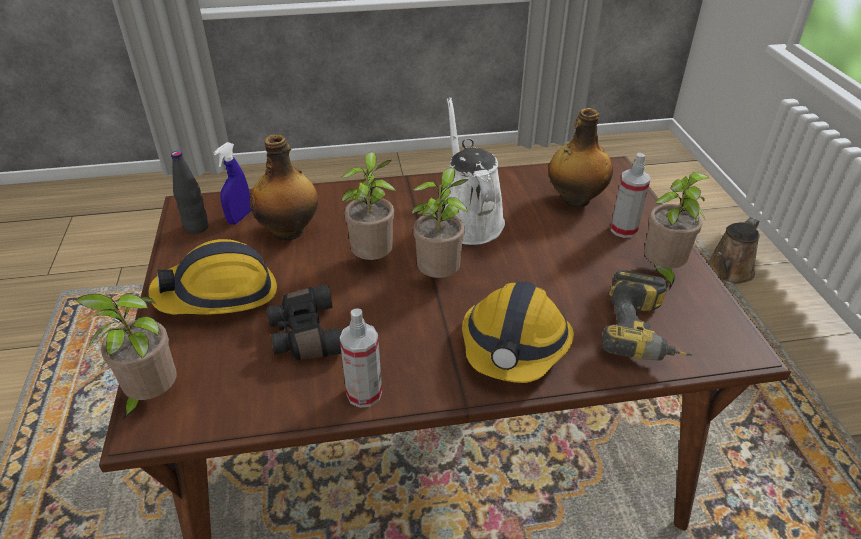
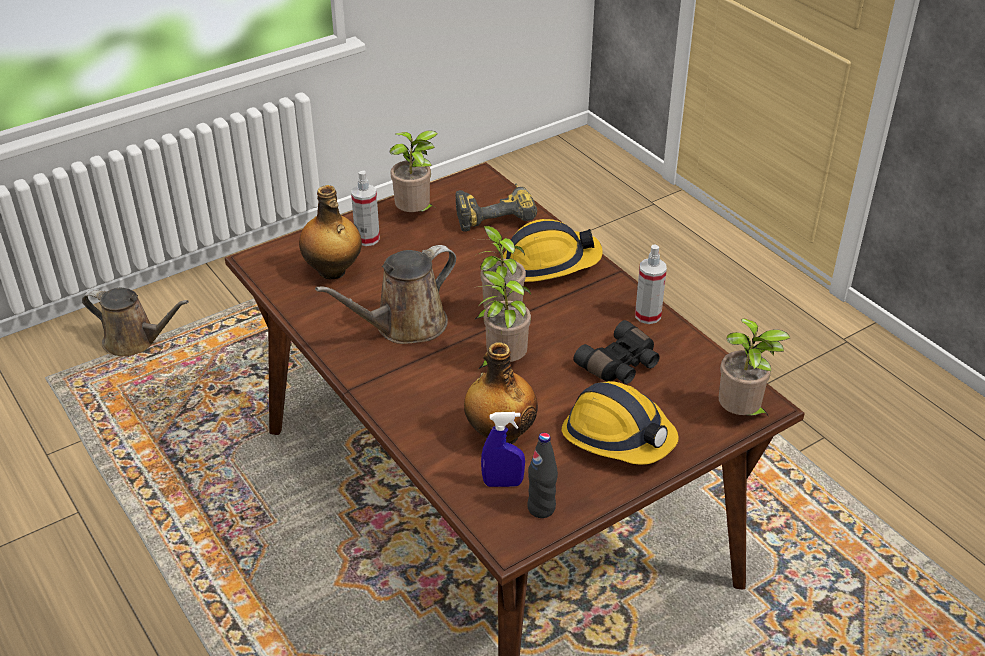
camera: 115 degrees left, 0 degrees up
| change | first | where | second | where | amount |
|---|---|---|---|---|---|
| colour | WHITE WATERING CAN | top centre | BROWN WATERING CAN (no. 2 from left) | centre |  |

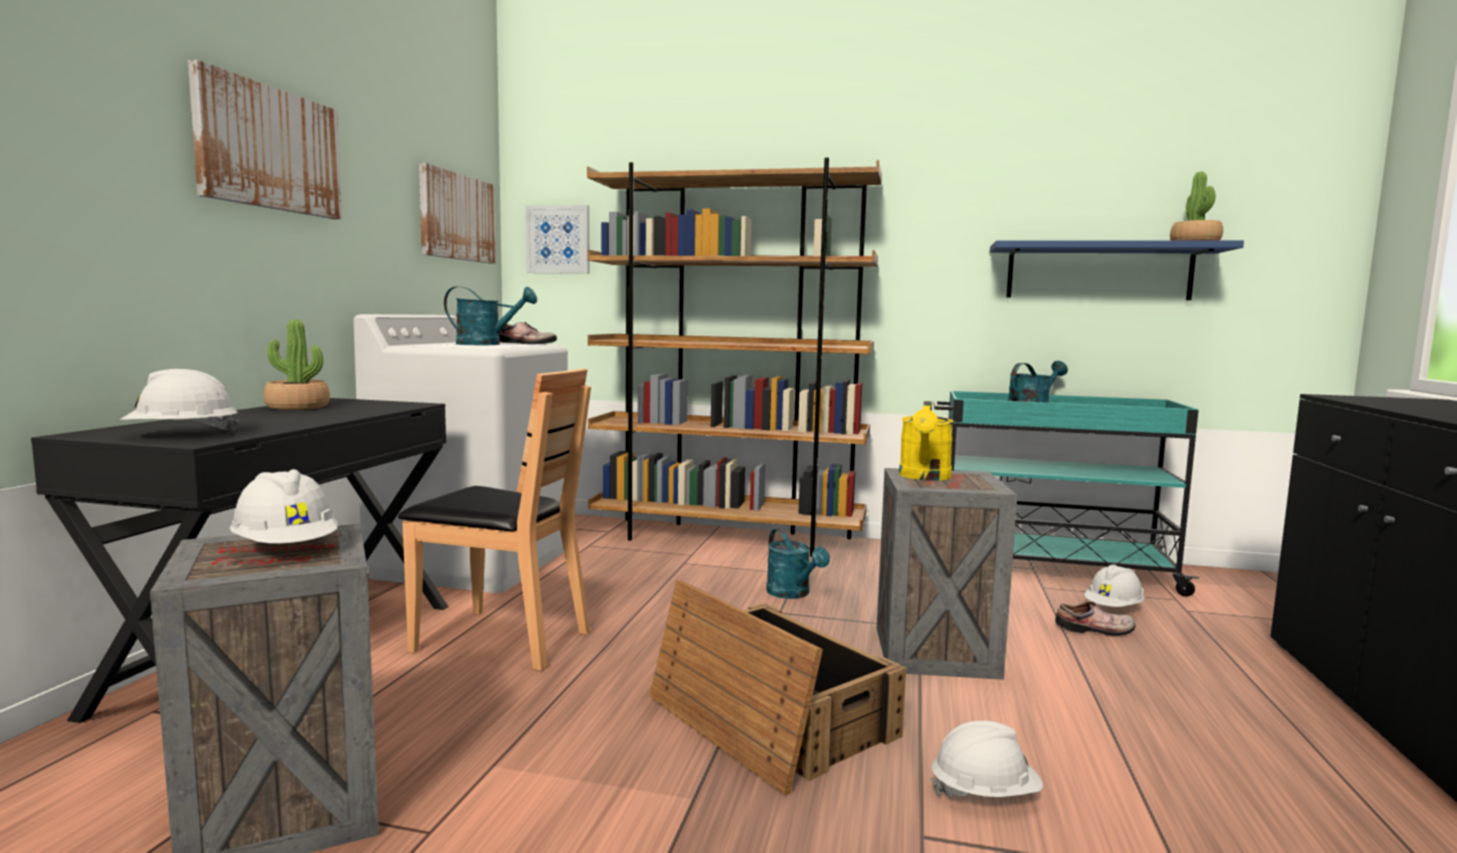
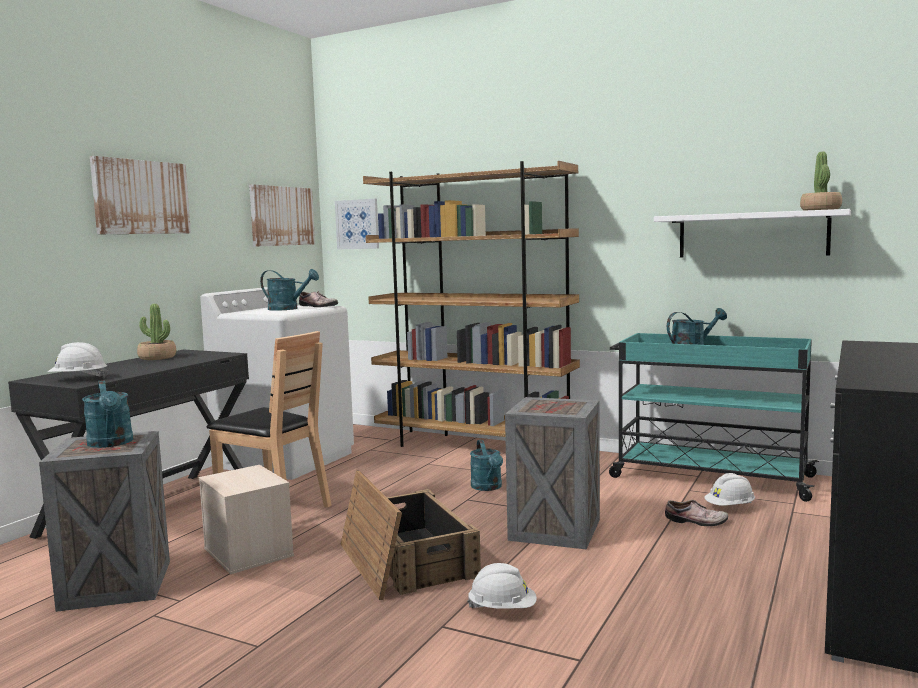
camera: 15 degrees right, 0 degrees up
| change | first | where | second | where | amount |
|---|---|---|---|---|---|
| missing | YELLOW WATERING CAN | centre |  |  |  |
| appeared |  |  | BEIGE STORAGE BOX | bottom left |  |
| exchanged | WHITE HARD HAT (no. 2 from left) | middle left | TURQUOISE WATERING CAN (no. 1 from left) | middle left |  |
| colour | BLUE SHELF | top right | WHITE SHELF | middle right |  |

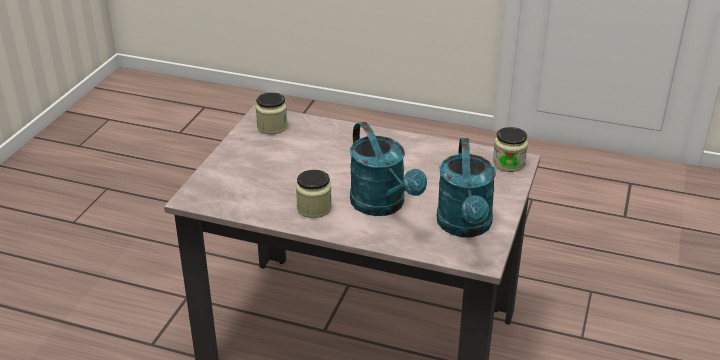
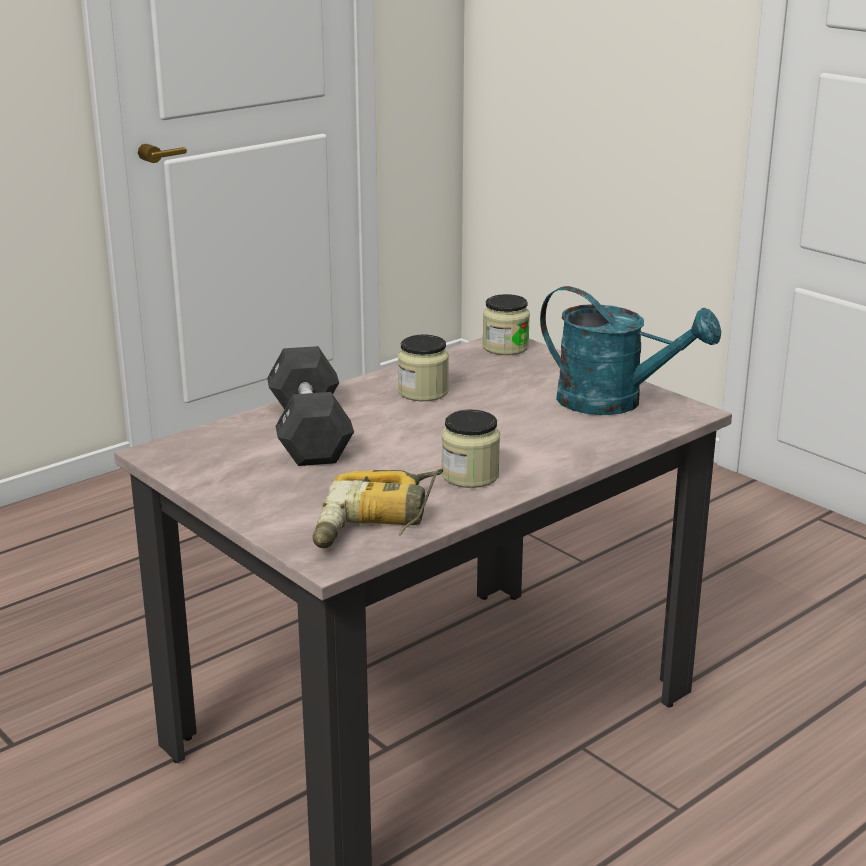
camera: 60 degrees left, 10 degrees down
| change | first | where | second | where | amount |
|---|---|---|---|---|---|
| missing | TURQUOISE WATERING CAN (no. 1 from left) | centre |  |  |  |
| appeared |  |  | BLACK DUMBBELL | centre |  |
| appeared |  |  | POWER DRILL | centre |  |
| relocated | JAR (no. 1 from left) | top centre |  | centre |  |

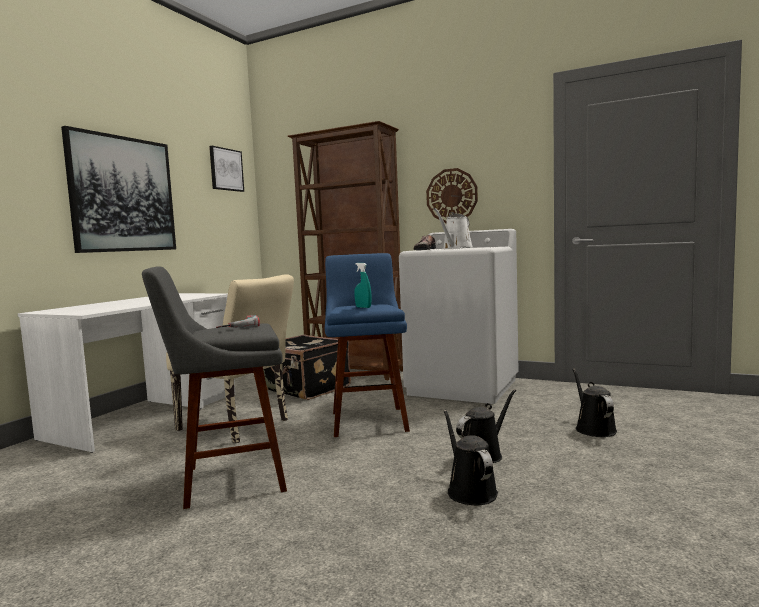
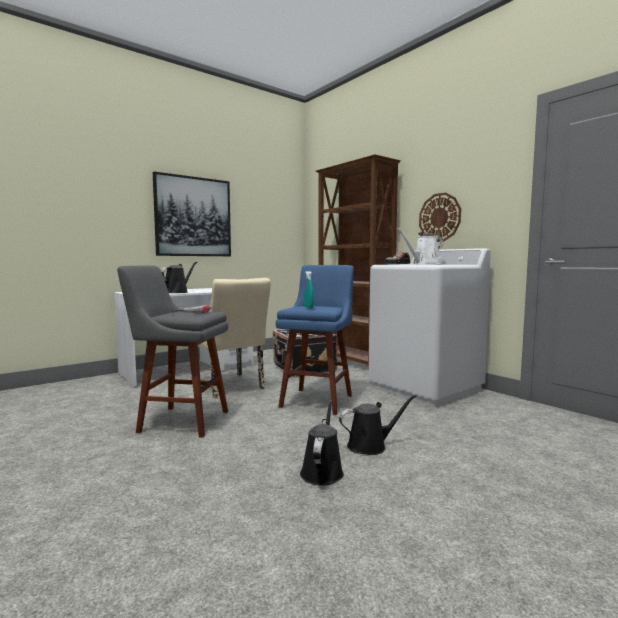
camera: 25 degrees right, 0 degrees up
| change | first | where | second | where | amount |
|---|---|---|---|---|---|
| missing | PICTURE (no. 2 from left) | top left |  |  |  |
| relocated | BLACK WATERING CAN (no. 3 from left in the first image) | middle right | BLACK WATERING CAN (no. 1 from left) | middle left |  |

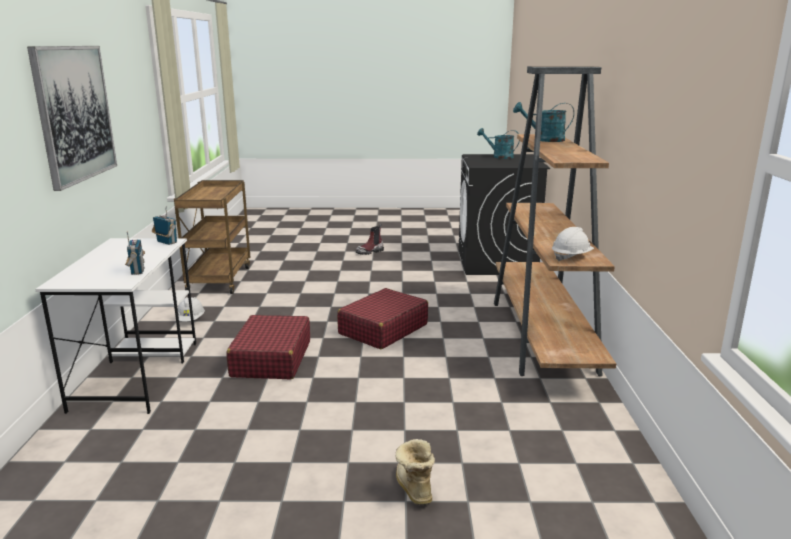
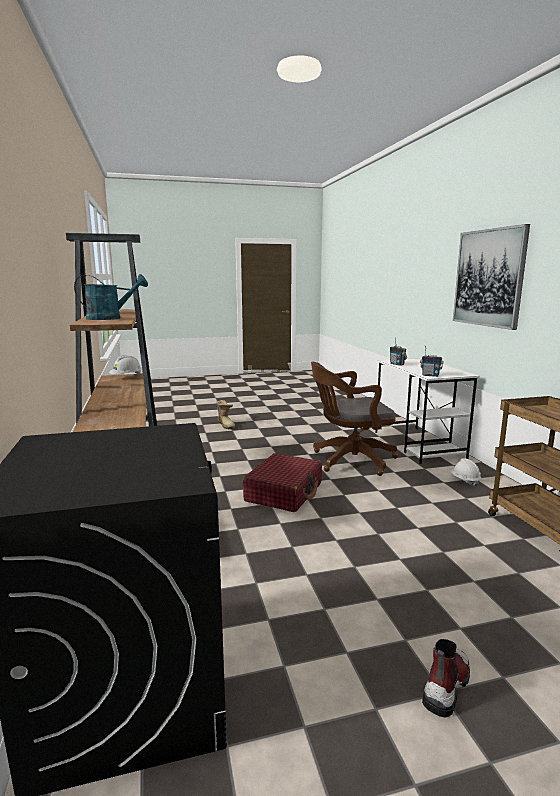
camera: 165 degrees right, 5 degrees down
| change | first | where | second | where | amount |
|---|---|---|---|---|---|
| missing | TURQUOISE WATERING CAN (no. 1 from left) | top centre |  |  |  |
| exchanged | RED SUITCASE (no. 1 from left) | centre | BROWN OFFICE CHAIR | centre |  |

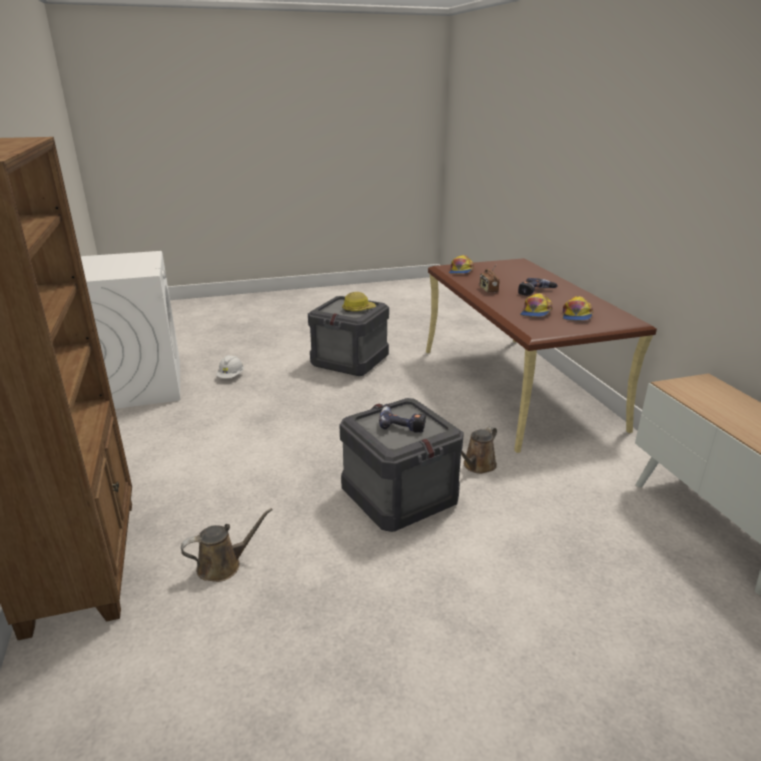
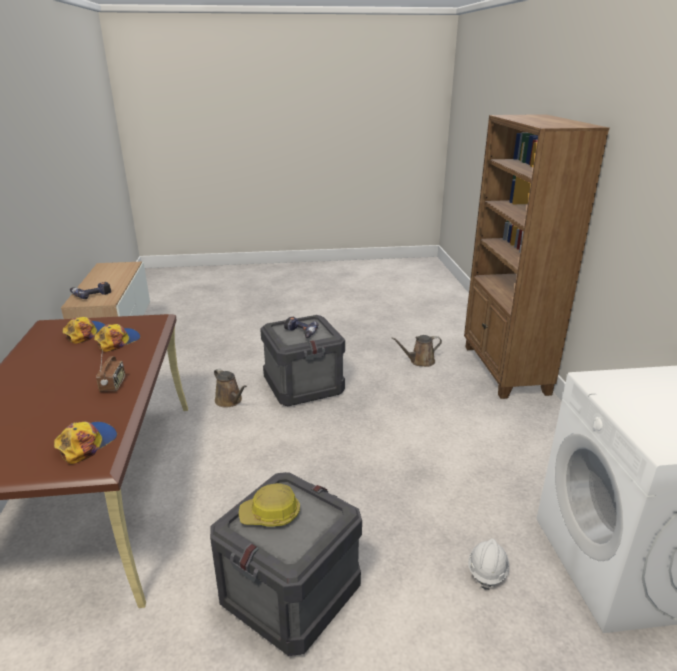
camera: 170 degrees left, 0 degrees up
| change | first | where | second | where | amount |
|---|---|---|---|---|---|
| relocated | POWER DRILL (no. 2 from left in the first image) | middle right | POWER DRILL (no. 1 from left) | middle left |  |
| spun | BROWN WATERING CAN (no. 2 from left in the first image) | centre | BROWN WATERING CAN (no. 1 from left) | centre | 90 degrees clockwise |

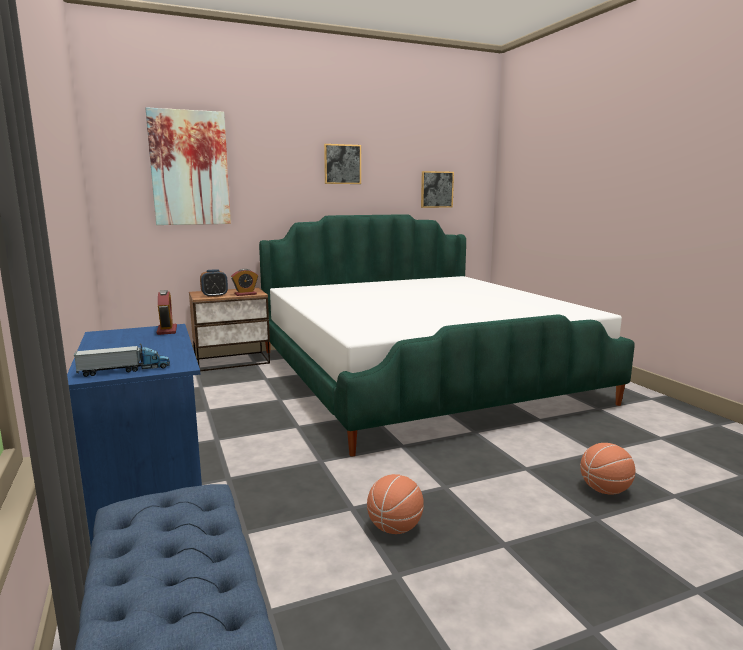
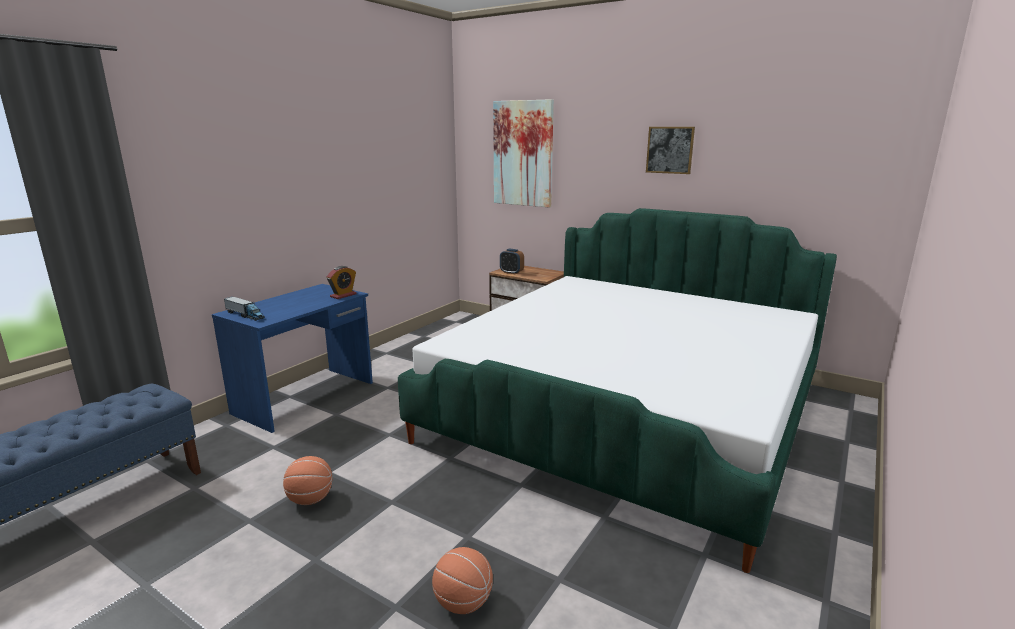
camera: 55 degrees right, 5 degrees up
| change | first | where | second | where | amount |
|---|---|---|---|---|---|
| missing | ALARM CLOCK (no. 3 from left) | middle left |  |  |  |
| missing | PICTURE (no. 3 from left) | top centre |  |  |  |

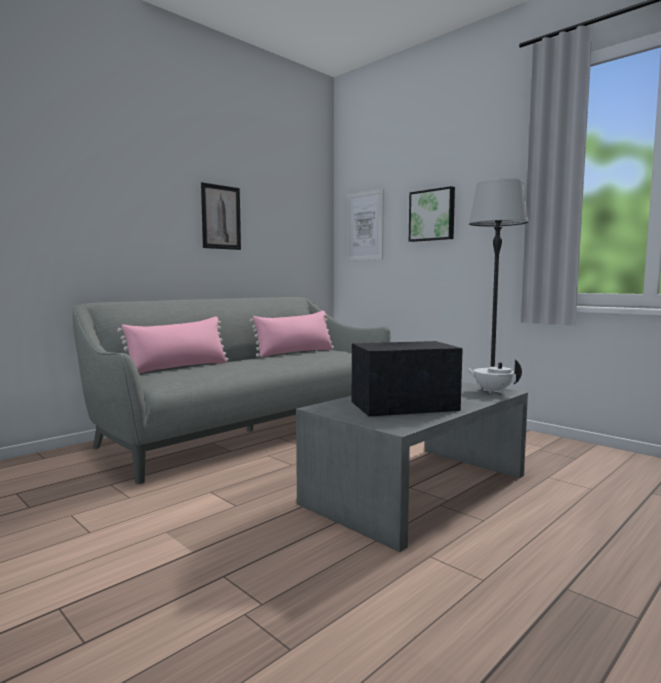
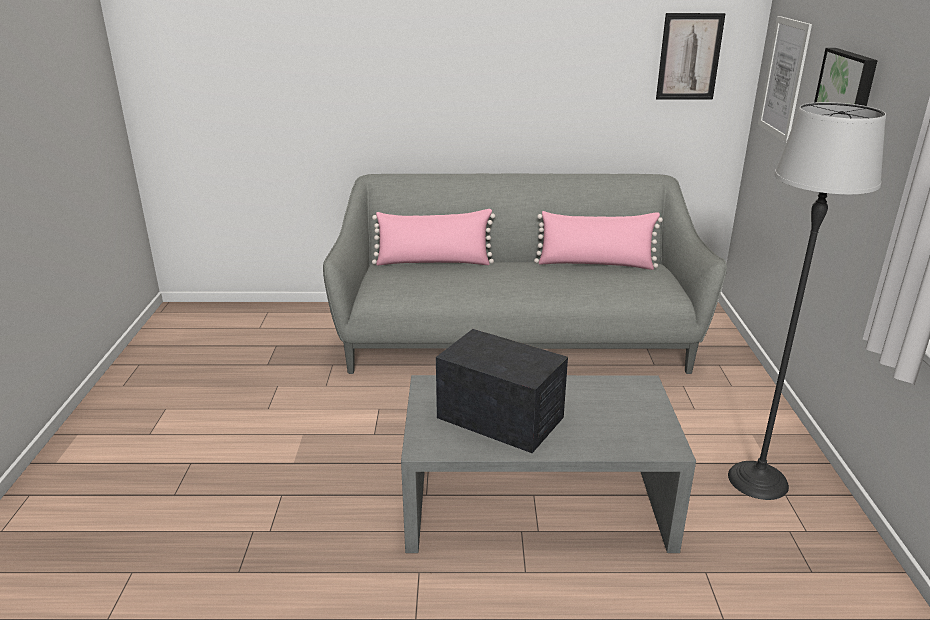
camera: 45 degrees right, 20 degrees up
| change | first | where | second | where | amount |
|---|---|---|---|---|---|
| missing | WHITE TEAPOT | middle right |  |  |  |
| relocated | PICTURE (no. 1 from left) | top centre |  | top right |  |

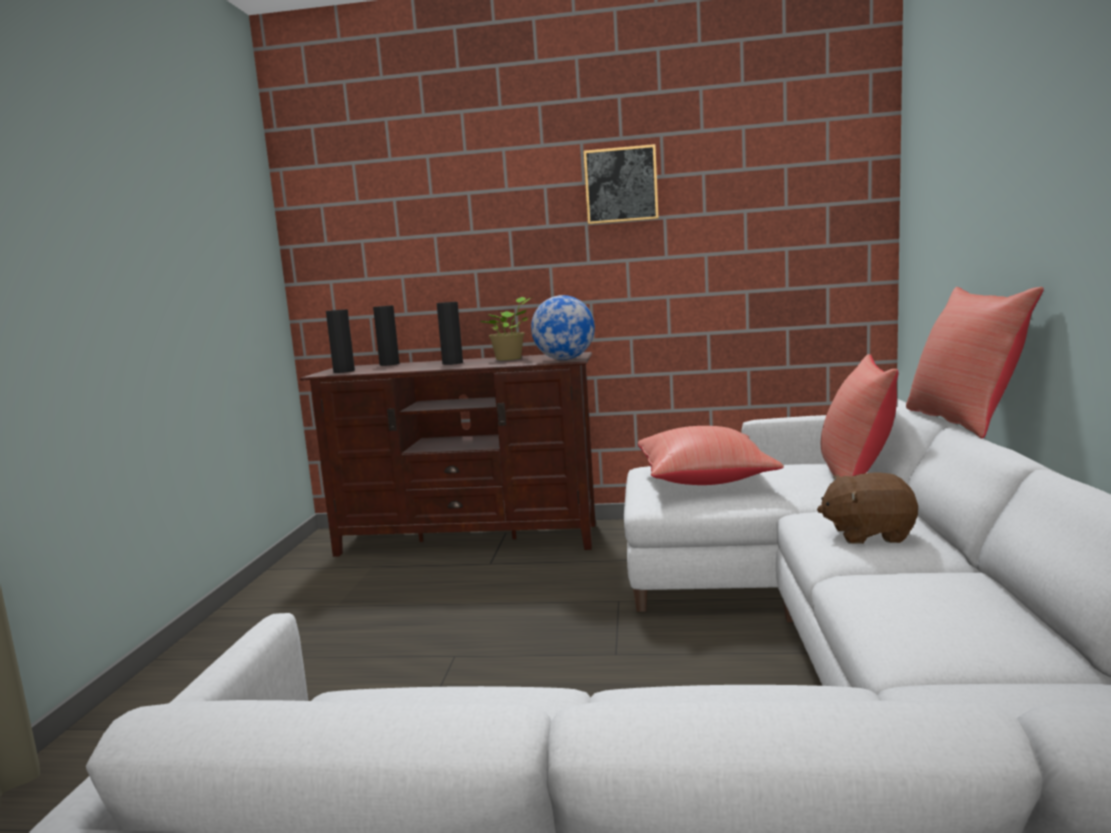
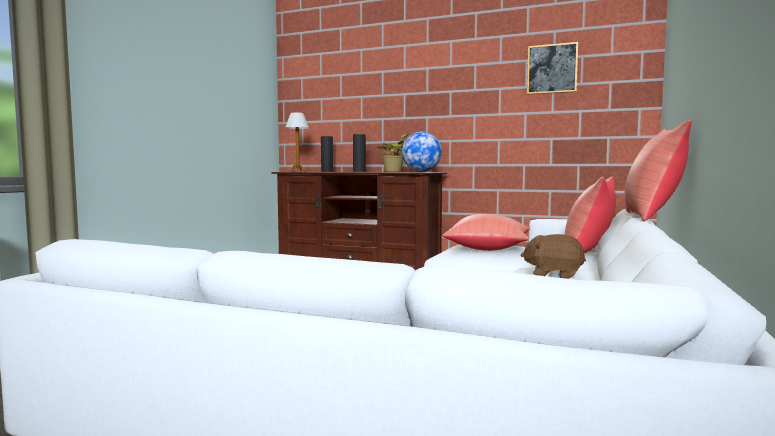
camera: 15 degrees right, 5 degrees down
| change | first | where | second | where | amount |
|---|---|---|---|---|---|
| relocated | PICTURE | top centre |  | top right |  |
| exchanged | BLACK VASE (no. 1 from left) | middle left | TABLE LAMP | top centre |  |

